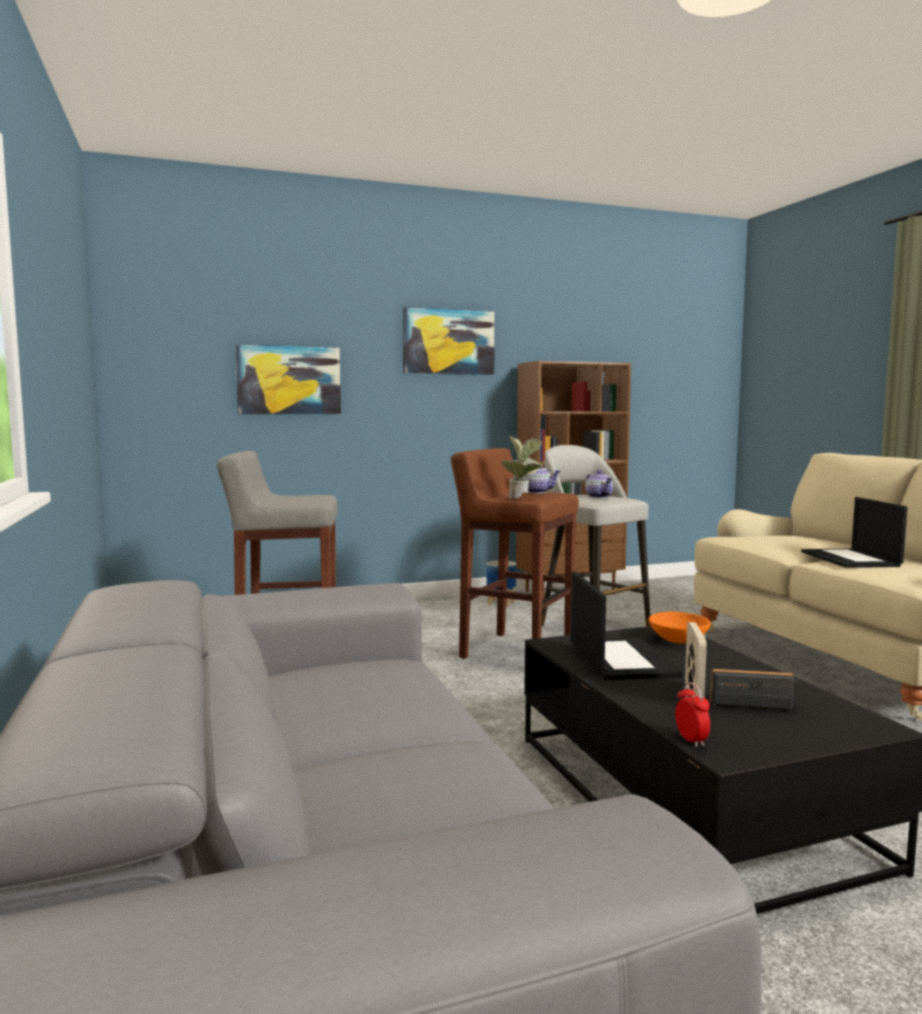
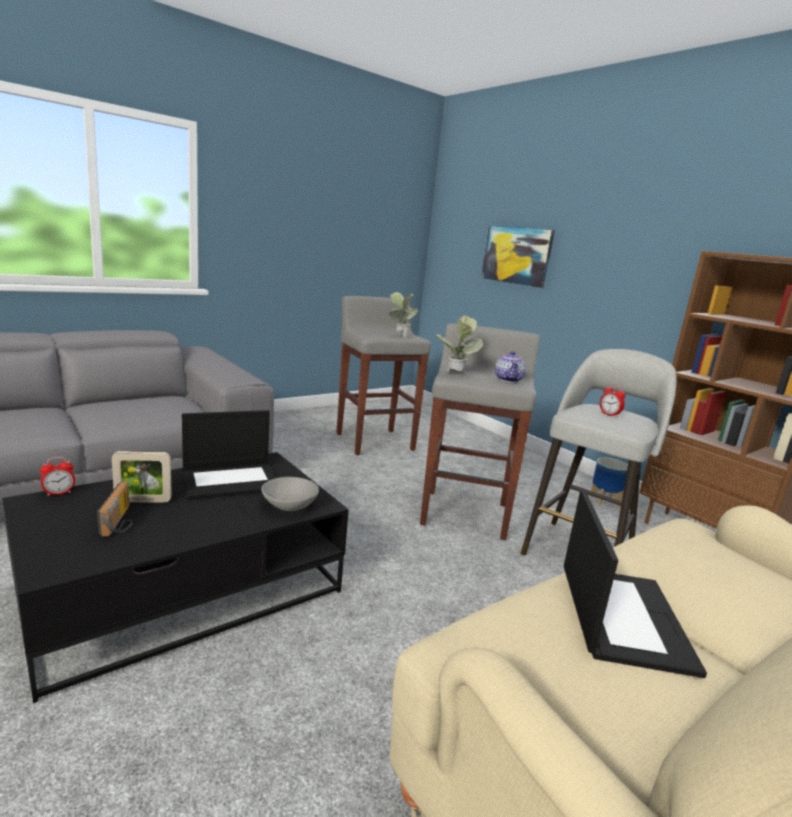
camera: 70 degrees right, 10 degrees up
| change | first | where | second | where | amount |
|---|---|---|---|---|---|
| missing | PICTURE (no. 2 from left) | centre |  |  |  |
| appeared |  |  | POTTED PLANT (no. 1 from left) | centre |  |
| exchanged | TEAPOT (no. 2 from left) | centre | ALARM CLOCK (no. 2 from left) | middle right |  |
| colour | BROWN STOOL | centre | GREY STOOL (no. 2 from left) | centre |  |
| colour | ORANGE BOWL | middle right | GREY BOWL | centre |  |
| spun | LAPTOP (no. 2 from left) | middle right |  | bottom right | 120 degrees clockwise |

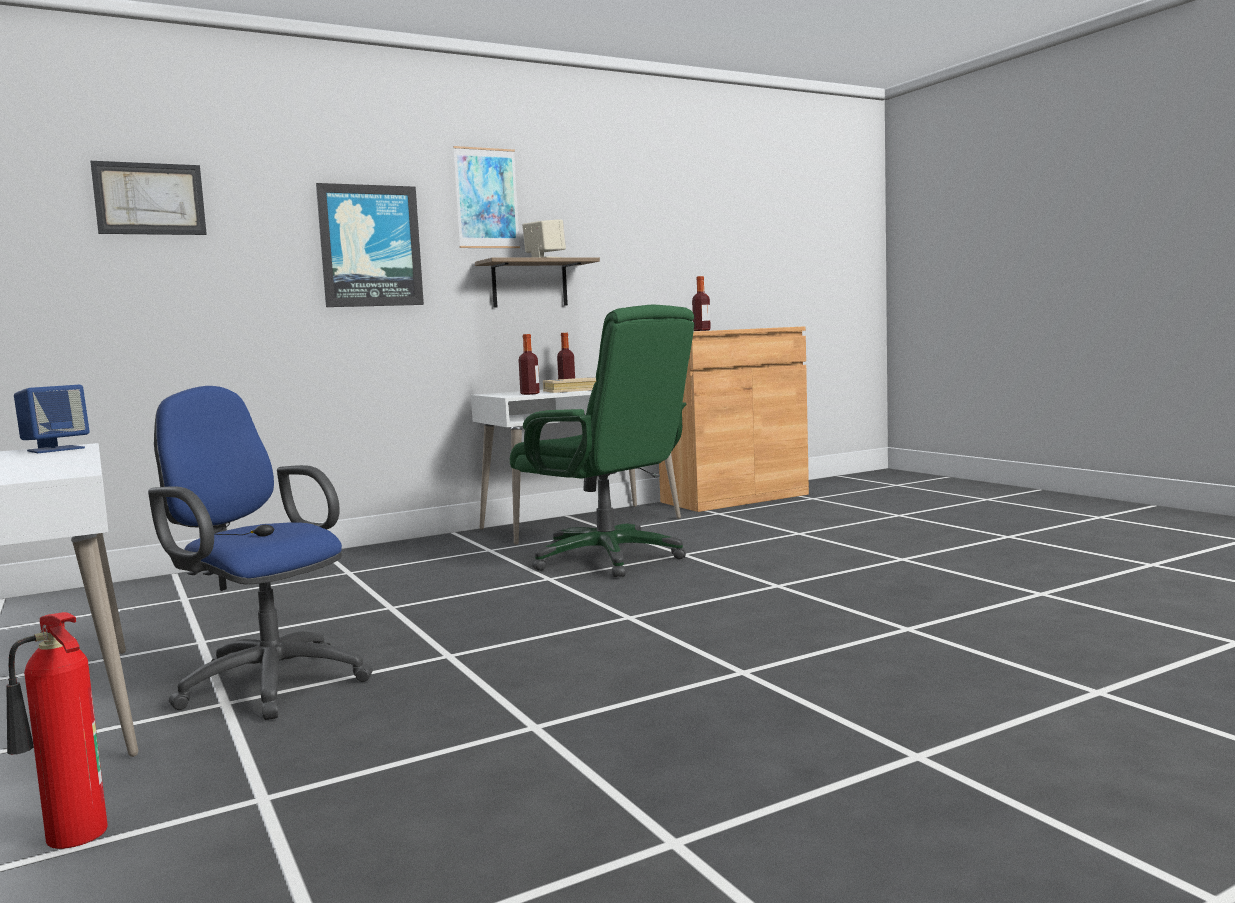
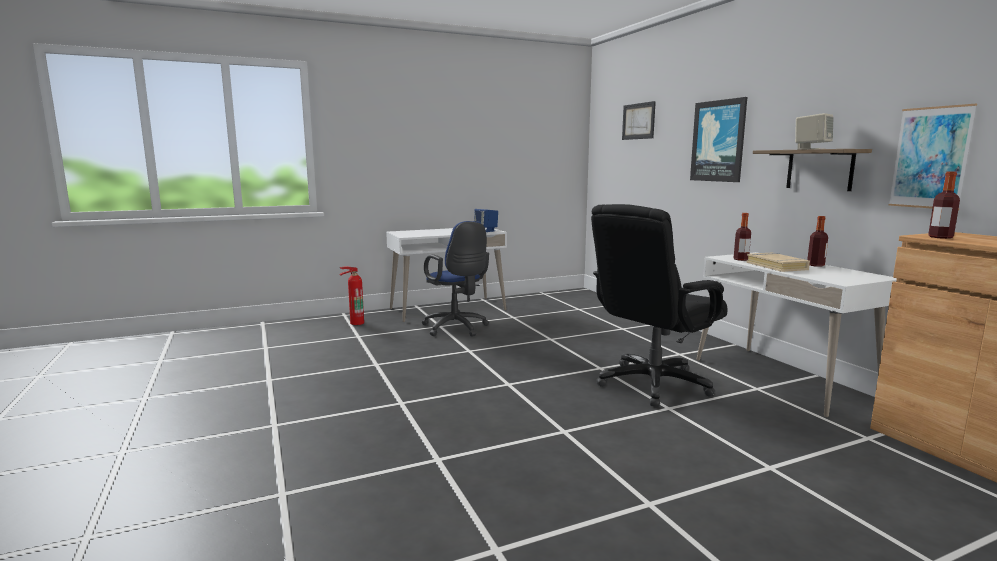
camera: 95 degrees right, 5 degrees up
| change | first | where | second | where | amount |
|---|---|---|---|---|---|
| relocated | PICTURE (no. 3 from left) | top centre |  | top right |  |
| colour | GREEN OFFICE CHAIR | centre | BLACK OFFICE CHAIR | centre |  |
| spun | BLUE OFFICE CHAIR | middle left |  | centre | 105 degrees clockwise |

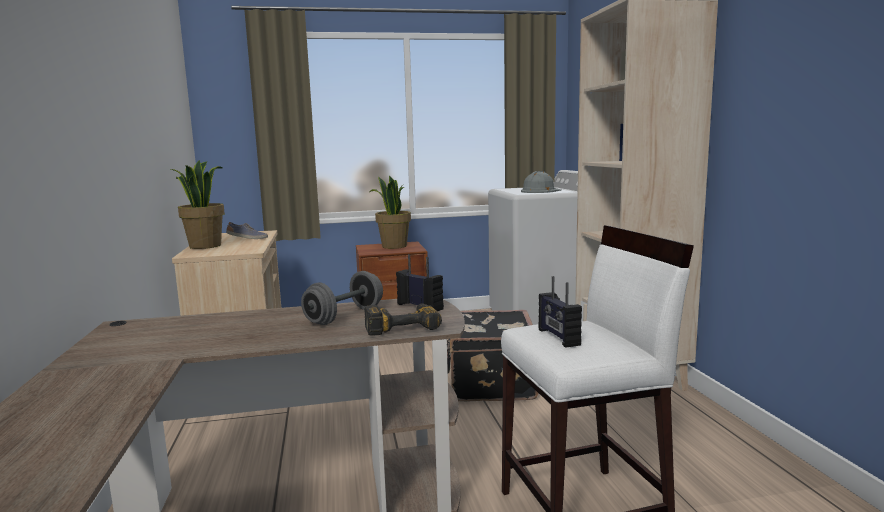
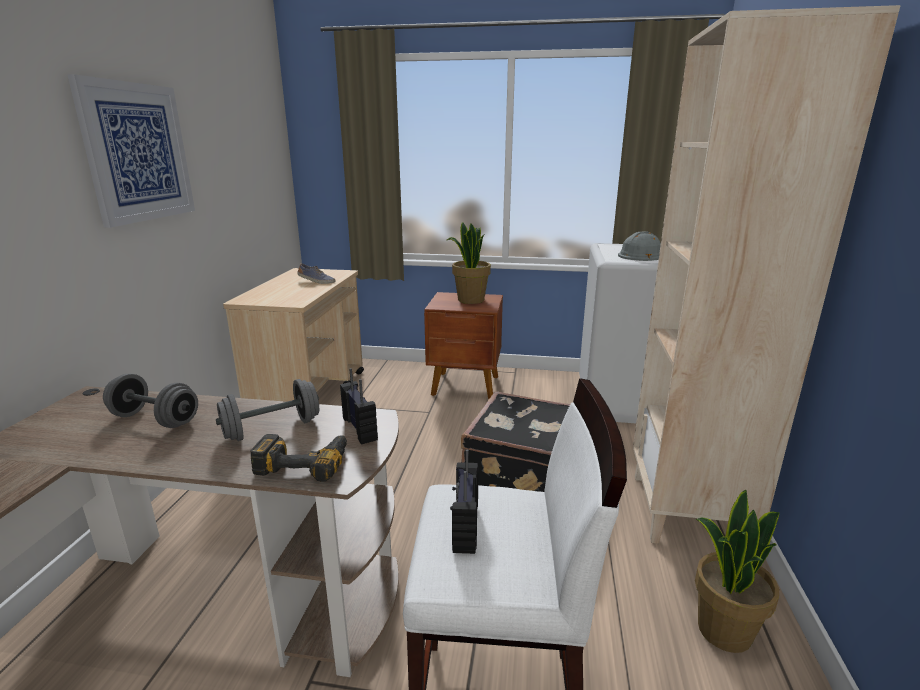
camera: 20 degrees right, 10 degrees up
| change | first | where | second | where | amount |
|---|---|---|---|---|---|
| appeared |  |  | PICTURE | top left |  |
| appeared |  |  | GREY DUMBBELL (no. 1 from left) | middle left |  |
| relocated | POTTED PLANT (no. 1 from left in the first image) | middle left | POTTED PLANT (no. 2 from left) | bottom right |  |

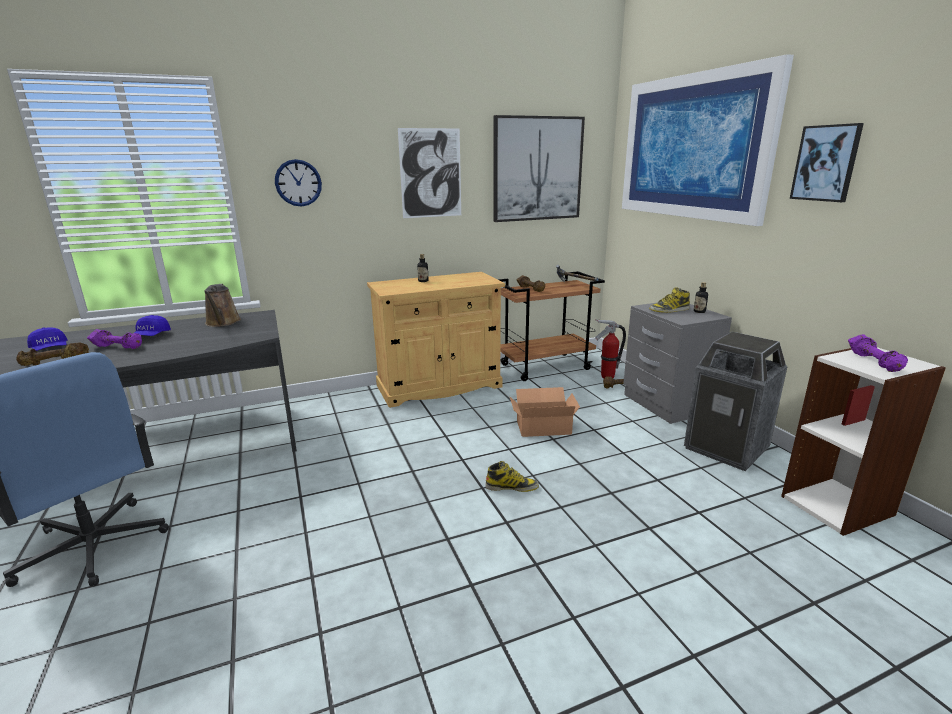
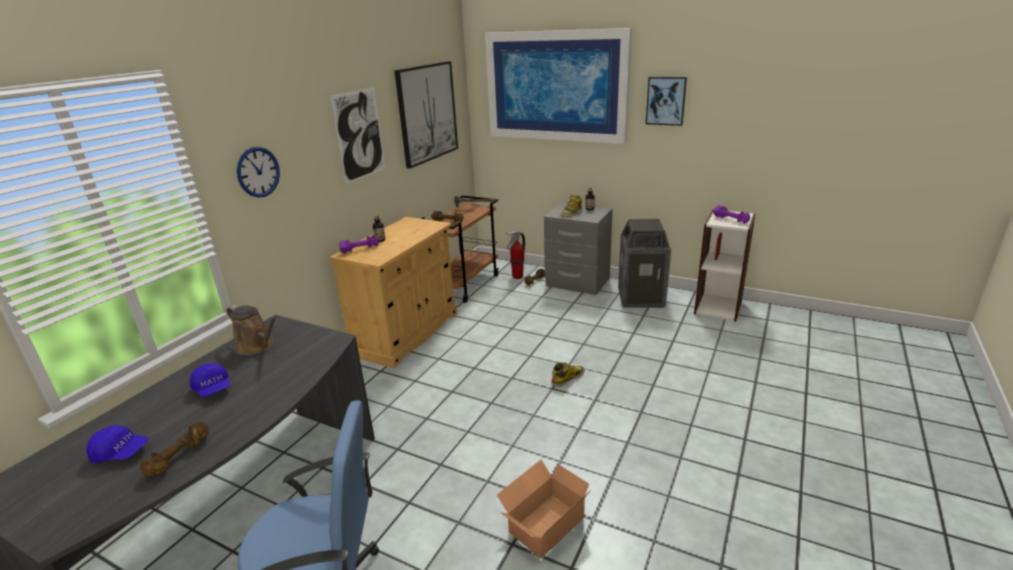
camera: 40 degrees left, 5 degrees up
| change | first | where | second | where | amount |
|---|---|---|---|---|---|
| relocated | PURPLE DUMBBELL (no. 1 from left) | middle left |  | centre |  |
| relocated | CARDBOARD BOX | centre |  | bottom centre |  |

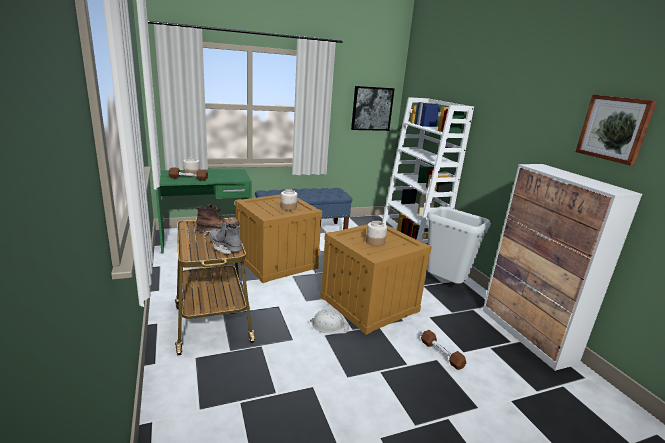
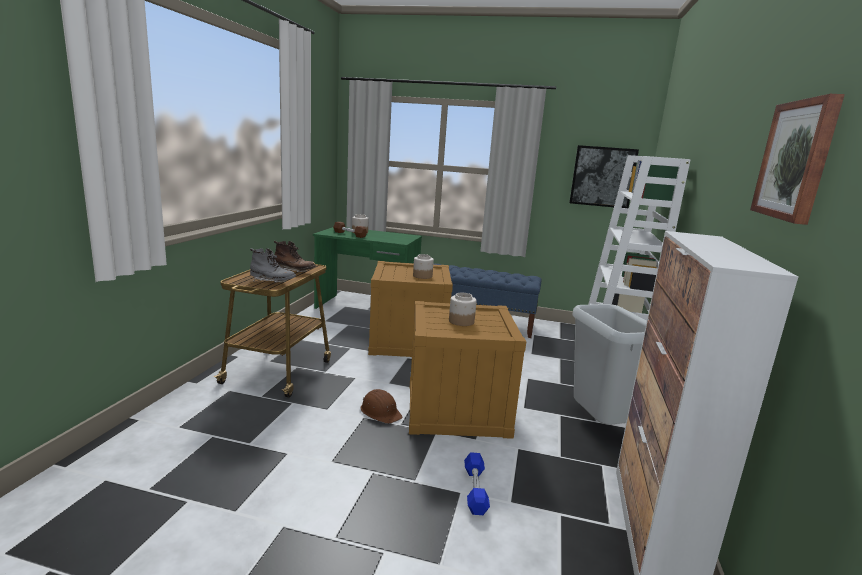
camera: 35 degrees right, 5 degrees down
| change | first | where | second | where | amount |
|---|---|---|---|---|---|
| colour | WHITE HARD HAT | bottom centre | BROWN HARD HAT | bottom centre |  |
| colour | BROWN DUMBBELL (no. 2 from left) | bottom centre | BLUE DUMBBELL | bottom centre |  |
| spun | GREY BOOT | centre |  | middle left | 120 degrees clockwise |

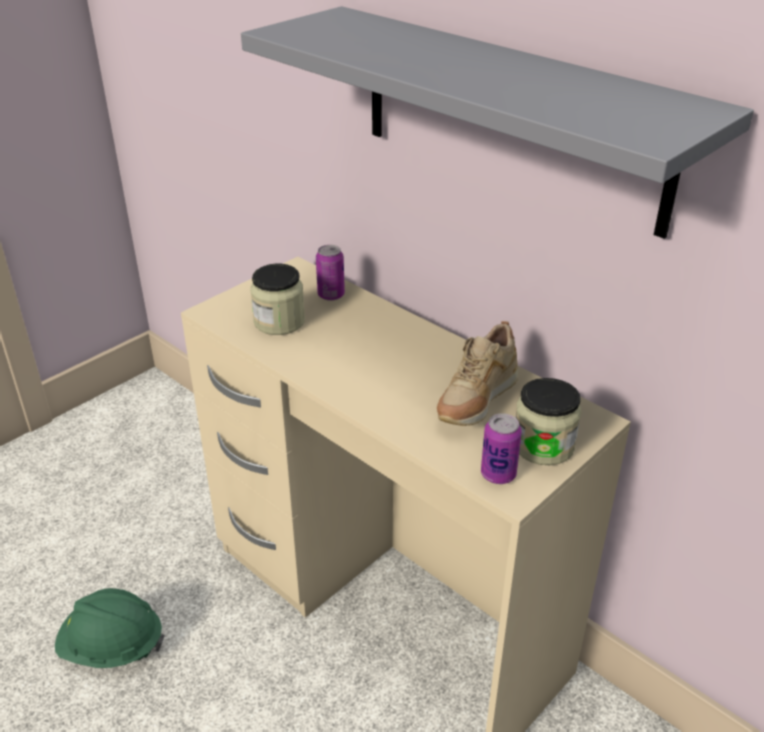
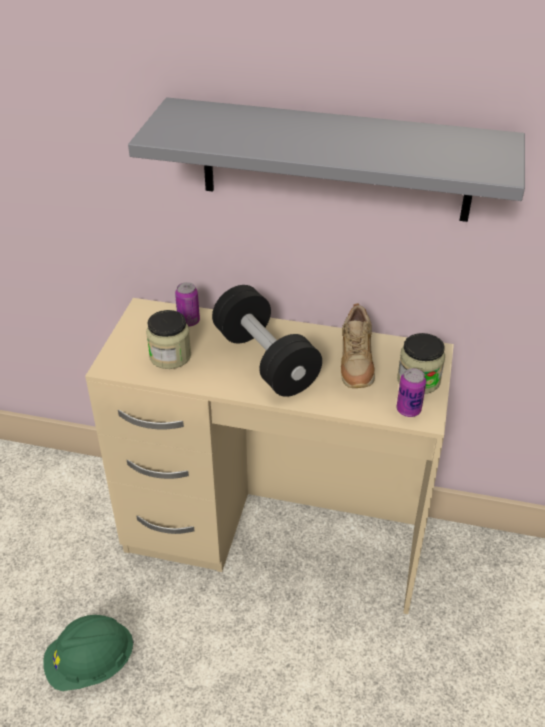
camera: 30 degrees left, 5 degrees up
| change | first | where | second | where | amount |
|---|---|---|---|---|---|
| appeared |  |  | BLACK DUMBBELL | centre |  |

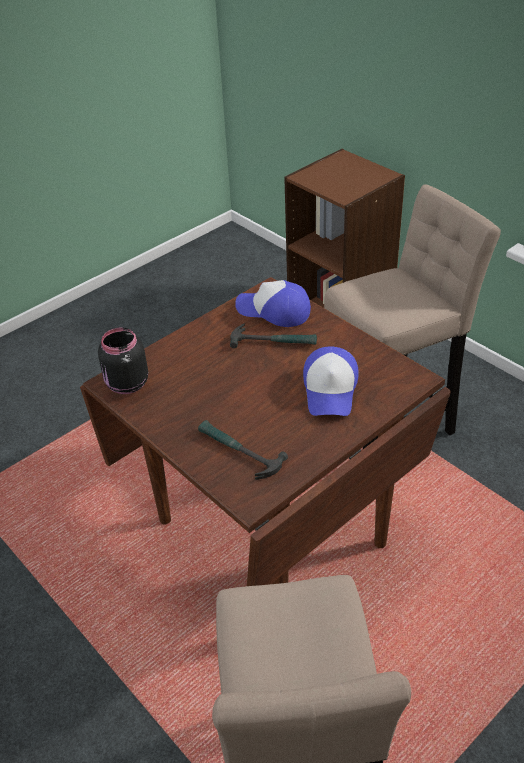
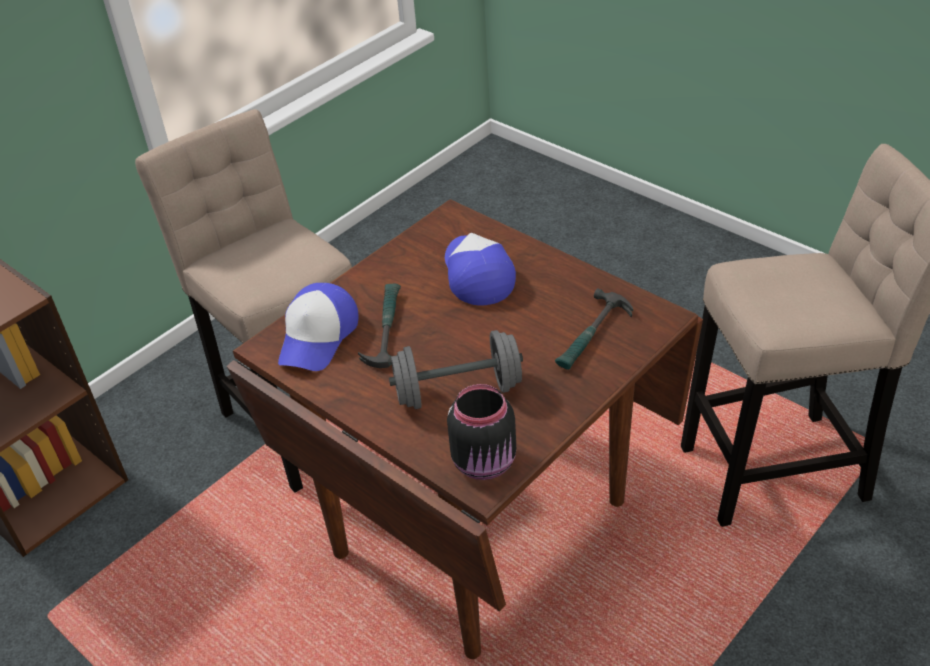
camera: 95 degrees left, 0 degrees up
| change | first | where | second | where | amount |
|---|---|---|---|---|---|
| appeared |  |  | GREY DUMBBELL | centre |  |
| spun | CAP (no. 2 from left) | centre |  | centre | 105 degrees counterclockwise |

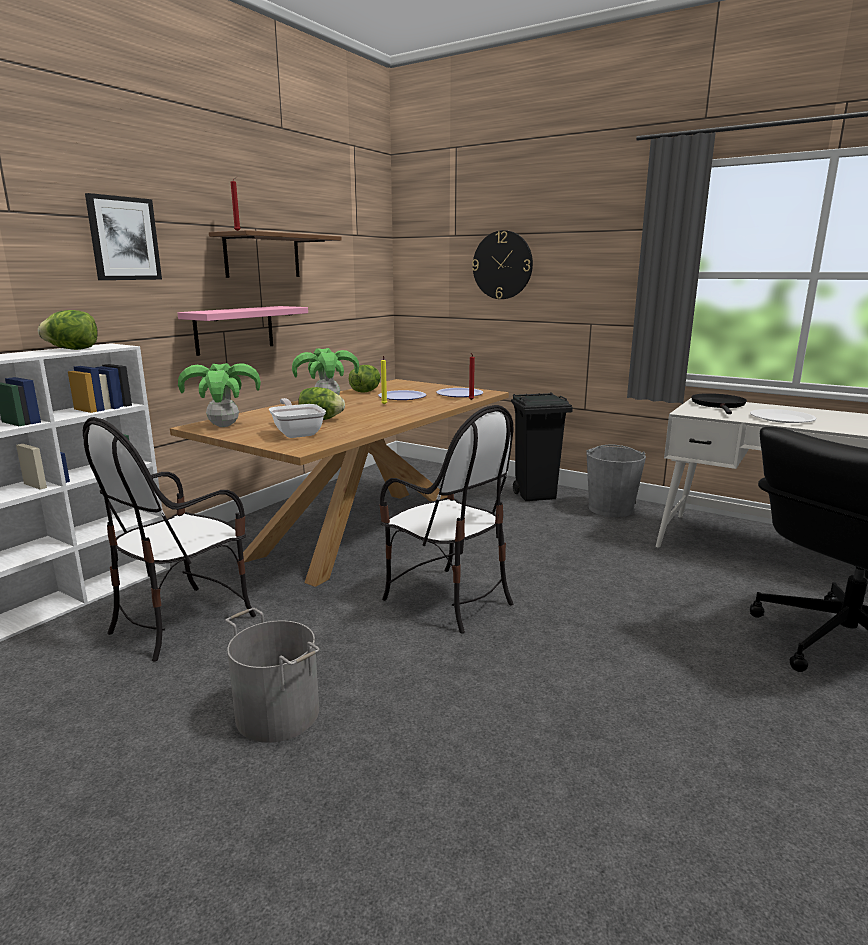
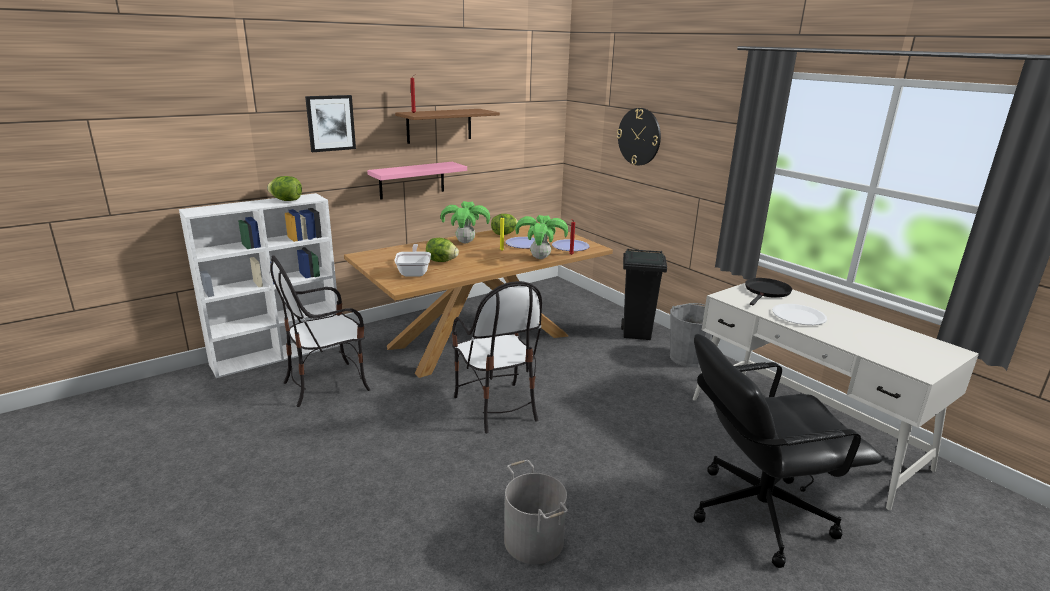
camera: 20 degrees right, 5 degrees up
| change | first | where | second | where | amount |
|---|---|---|---|---|---|
| relocated | POTTED PLANT (no. 1 from left in the first image) | middle left | POTTED PLANT (no. 2 from left) | centre |  |
| relocated | GREY BUCKET (no. 1 from left) | bottom left |  | bottom centre |  |

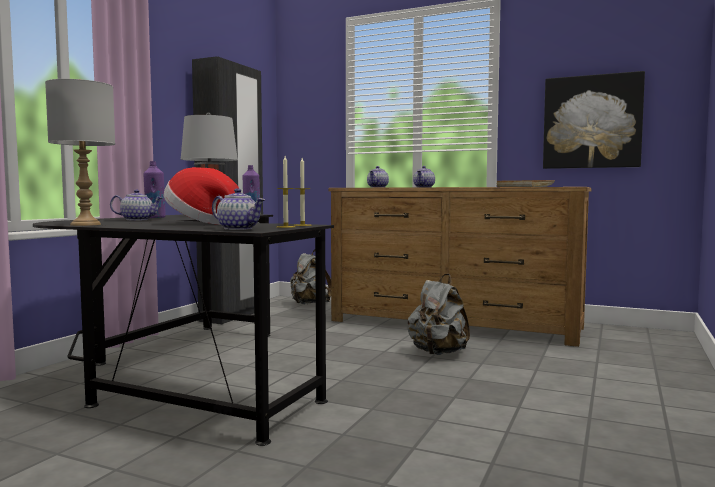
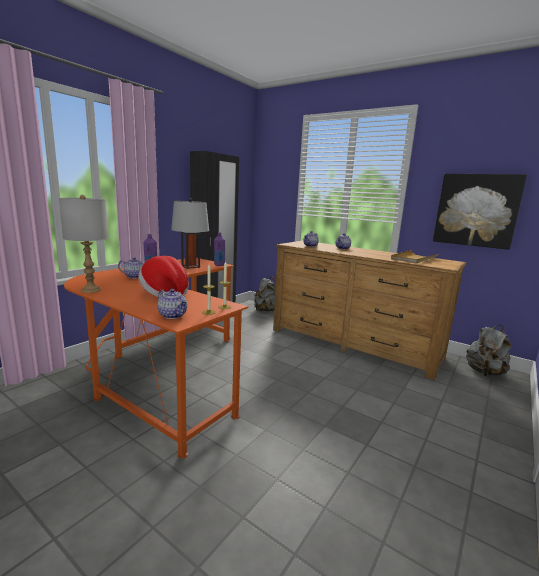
camera: 10 degrees right, 10 degrees up
| change | first | where | second | where | amount |
|---|---|---|---|---|---|
| relocated | GREY BACKPACK (no. 2 from left) | centre |  | middle right |  |
| colour | BLACK DESK | bottom left | ORANGE DESK | middle left |  |

